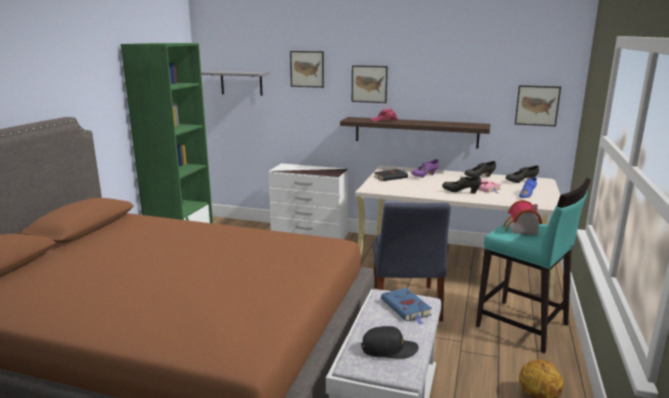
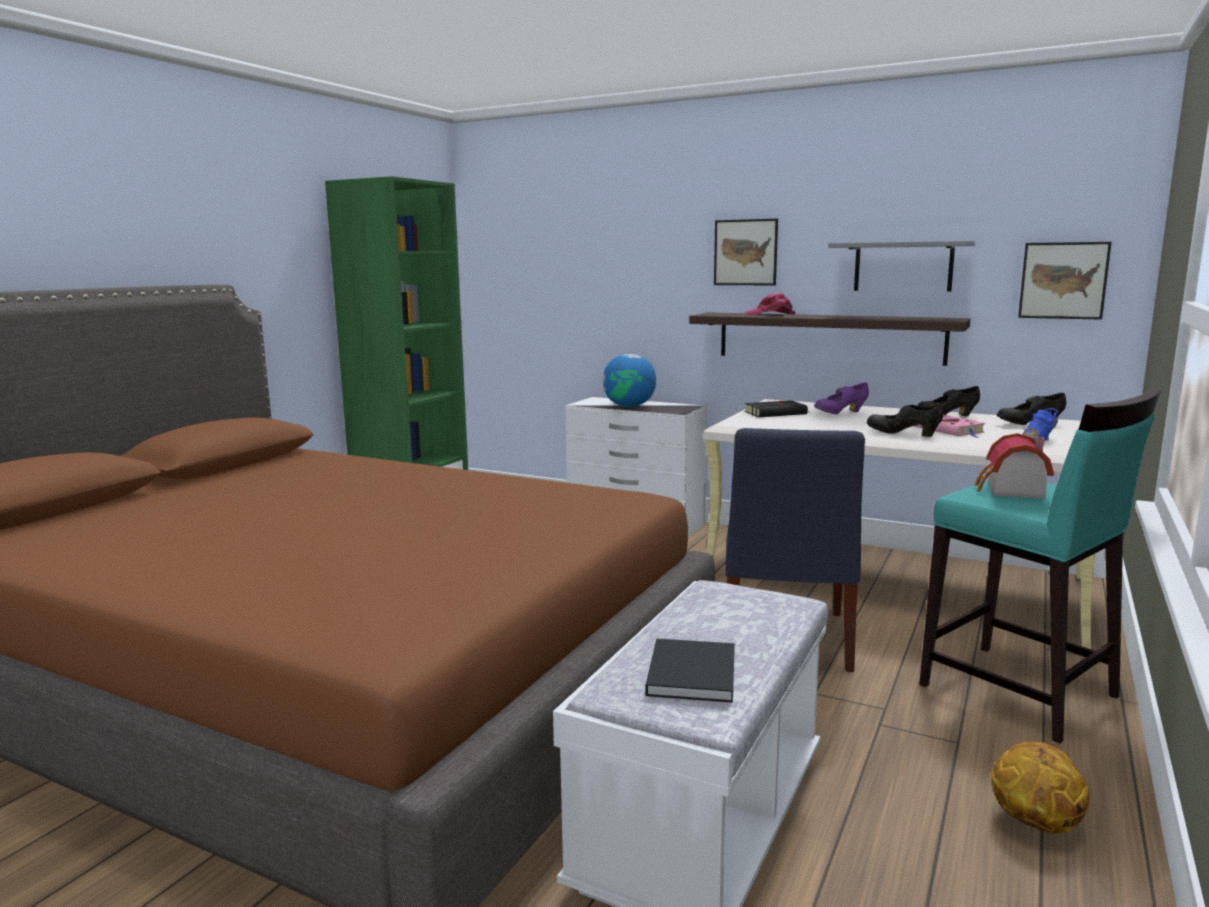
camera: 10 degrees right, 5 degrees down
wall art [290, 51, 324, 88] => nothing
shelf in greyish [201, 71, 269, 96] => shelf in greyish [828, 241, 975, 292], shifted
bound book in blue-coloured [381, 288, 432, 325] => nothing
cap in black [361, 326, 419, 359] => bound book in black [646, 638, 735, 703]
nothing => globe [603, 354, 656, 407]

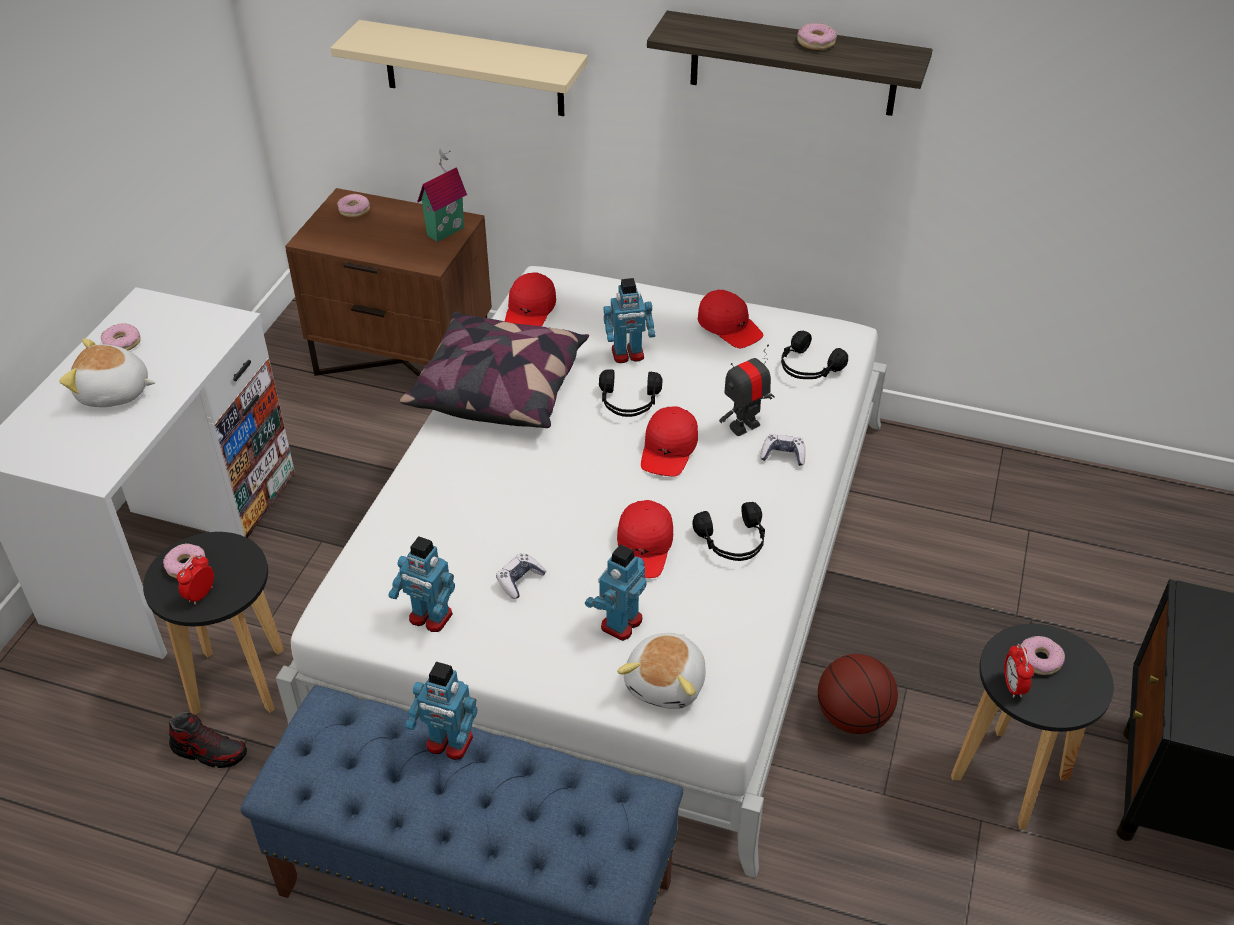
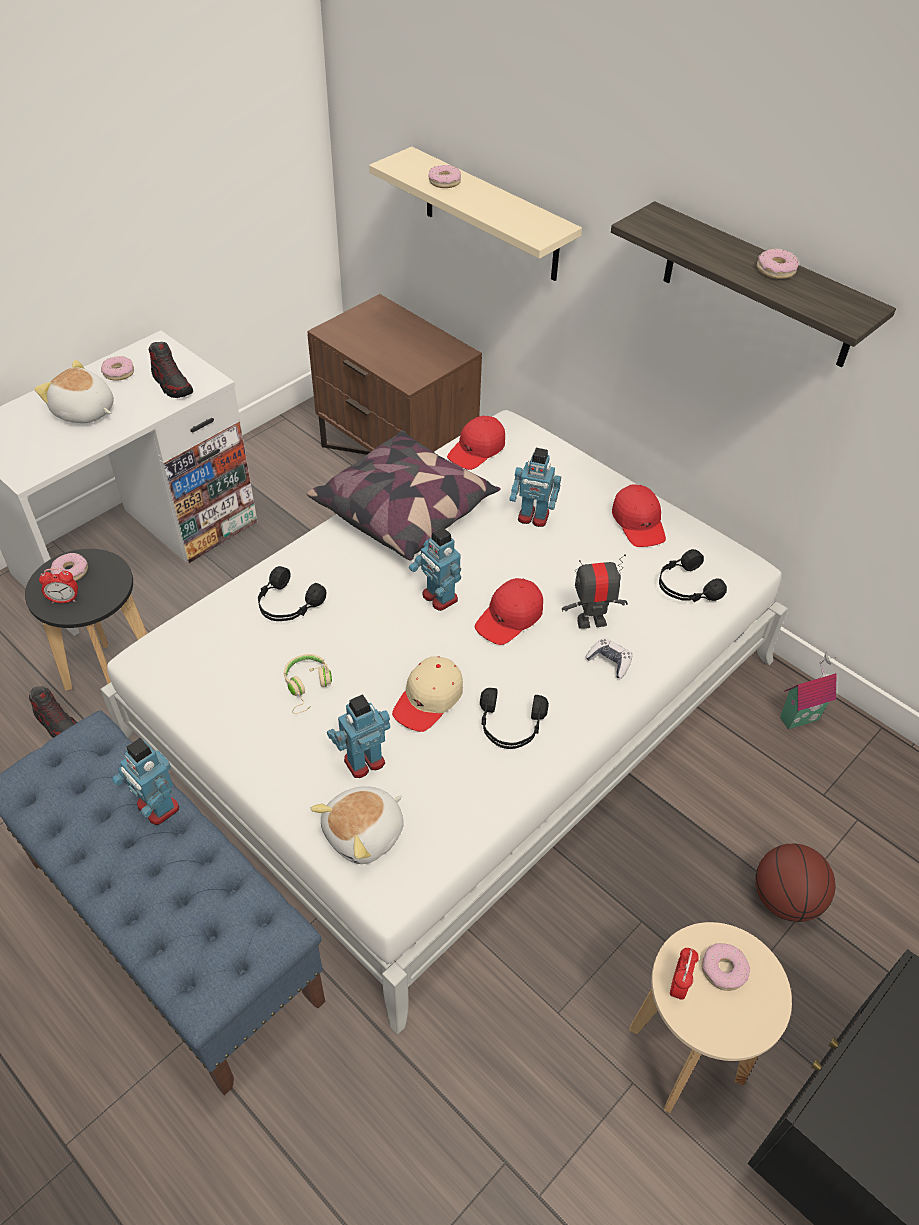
camera: 25 degrees right, 5 degrees up
model house [417, 150, 467, 242] => model house [780, 652, 837, 730], shifted
donut [337, 194, 370, 217] => donut [429, 165, 461, 188], shifted
headphones in black [599, 369, 662, 417] => headphones in black [258, 566, 327, 621], shifted
cap in red-coloured [617, 500, 673, 578] => cap in beige [392, 656, 463, 732]
robot figure [389, 536, 455, 632] => robot figure [409, 527, 461, 611], shifted
joypad [496, 553, 546, 599] => headphones in beige [284, 654, 332, 714]
alarm clock [177, 554, 214, 605] => alarm clock [39, 568, 78, 603], 150 degrees counterclockwise
stool in black [951, 624, 1114, 829] => stool in beige [629, 922, 792, 1113]
ball for basketball [818, 654, 898, 734] => ball for basketball [755, 844, 836, 922], shifted
nothing => low shoe [149, 342, 193, 398]

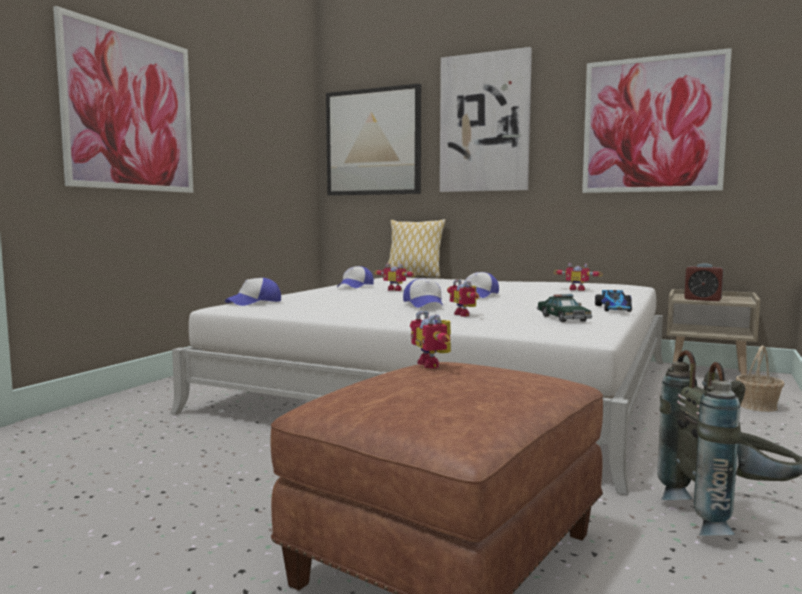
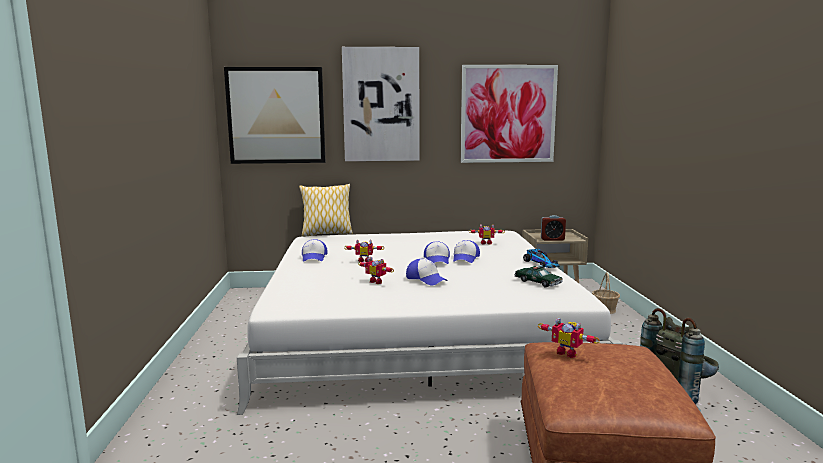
camera: 30 degrees left, 5 degrees up
wall art [53, 6, 193, 193] => nothing
cap [225, 278, 281, 306] => cap [453, 240, 480, 263], shifted
robot figure [447, 279, 479, 316] => robot figure [359, 257, 394, 284], shifted

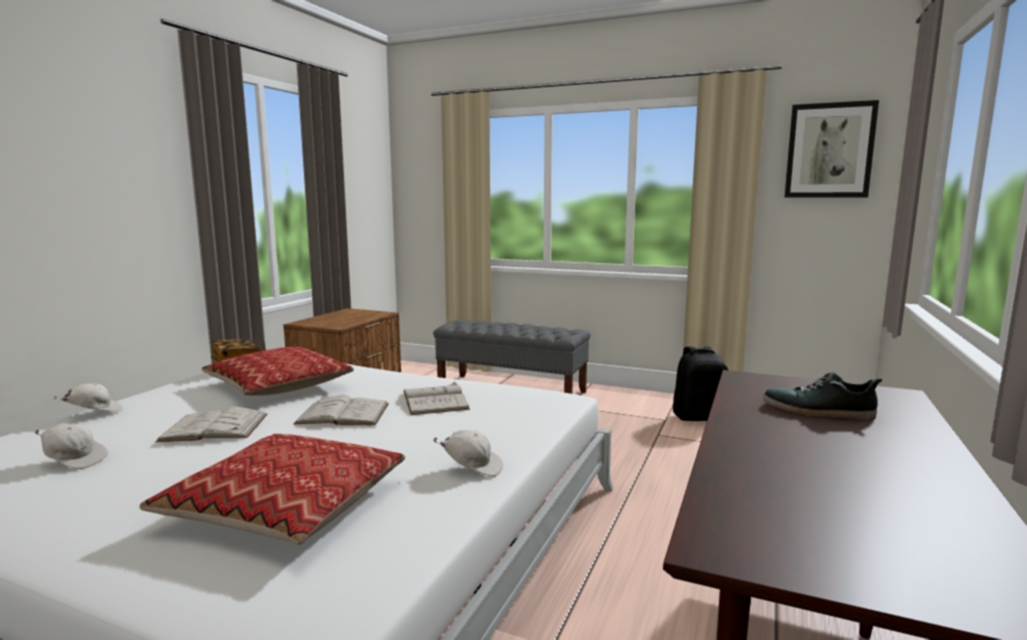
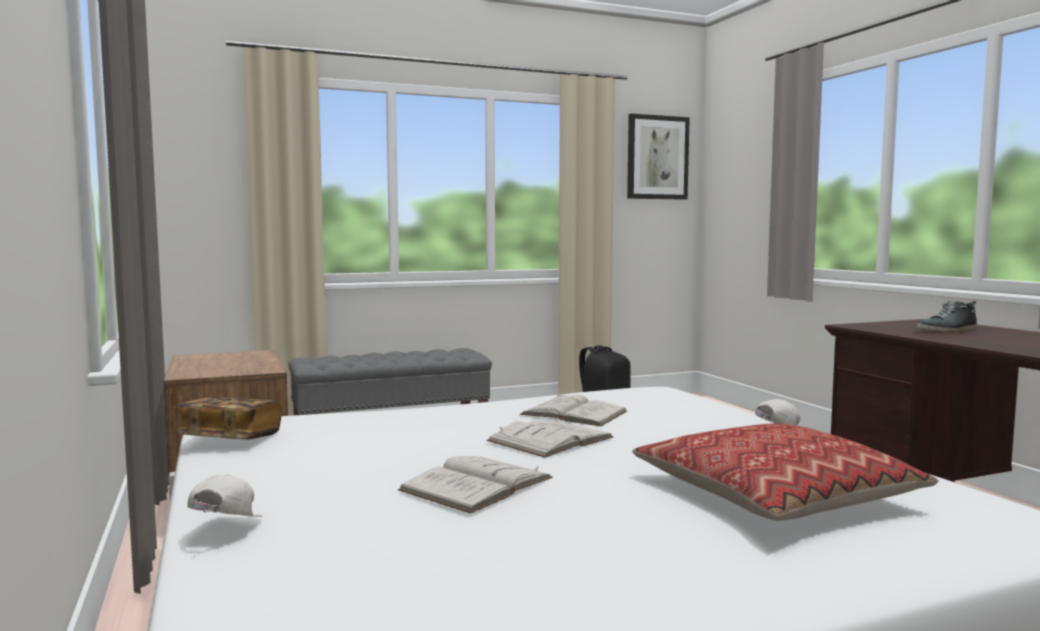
camera: 45 degrees left, 5 degrees down
pillow [202, 347, 354, 396] => nothing
cap in whitish [35, 423, 108, 469] => nothing

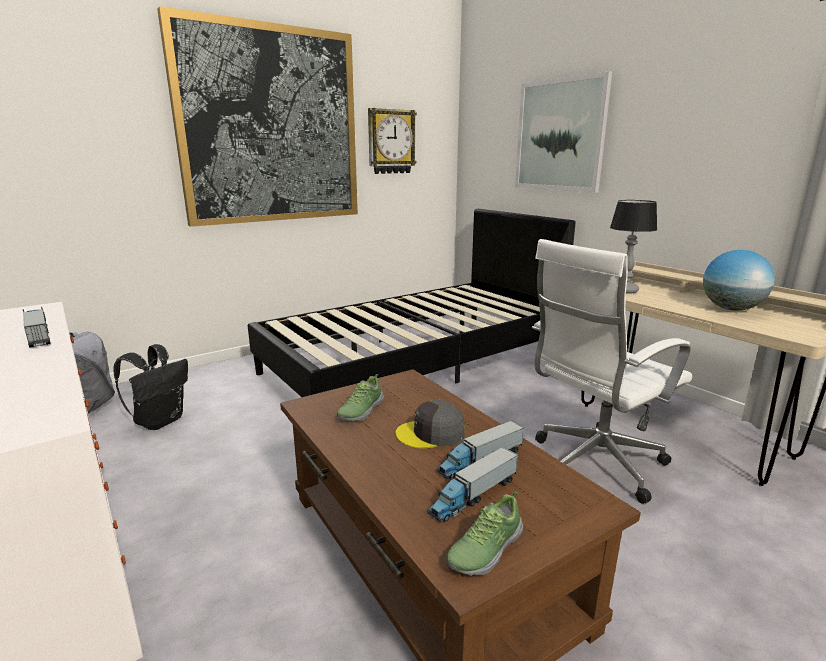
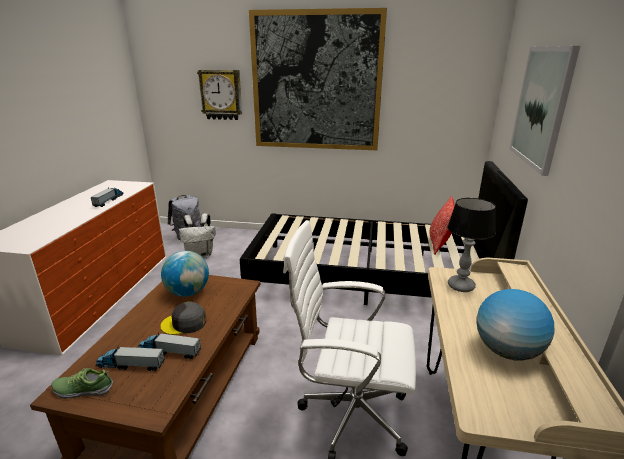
camera: 45 degrees right, 5 degrees up
hanging clock [368, 108, 417, 174] => hanging clock [197, 70, 242, 120], shifted
backpack in black [114, 344, 188, 430] => backpack in whitish [179, 213, 215, 259]
low shoe [337, 374, 384, 421] => globe [161, 251, 209, 297]
cap in greyish [395, 400, 465, 448] => cap in greyish [160, 302, 206, 335], 45 degrees counterclockwise
nothing => pillow [430, 196, 455, 255]

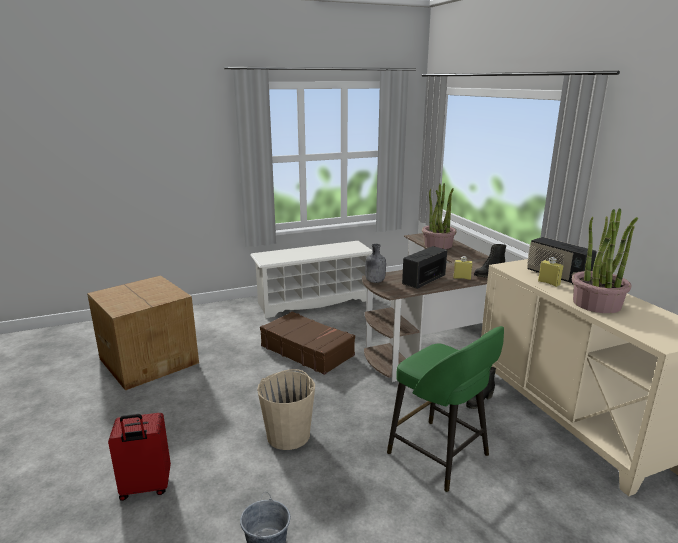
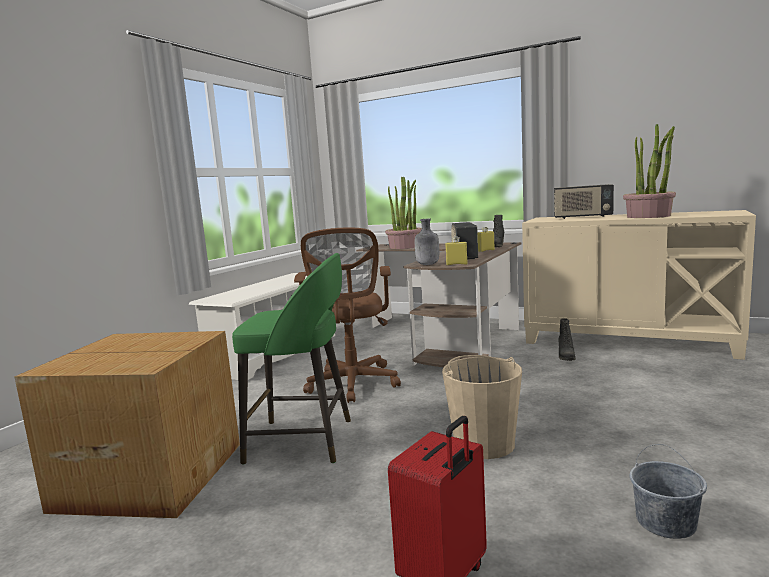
camera: 40 degrees left, 10 degrees down
drink bottle in yellow-coloured [538, 257, 563, 287] => drink bottle in yellow-coloured [445, 236, 468, 265], shifted
suitcase in brown-coloured [260, 312, 355, 375] => office chair in brown-coloured [294, 227, 401, 403]
stool in green-coloured [387, 326, 504, 492] => stool in green-coloured [232, 253, 351, 464], shifted

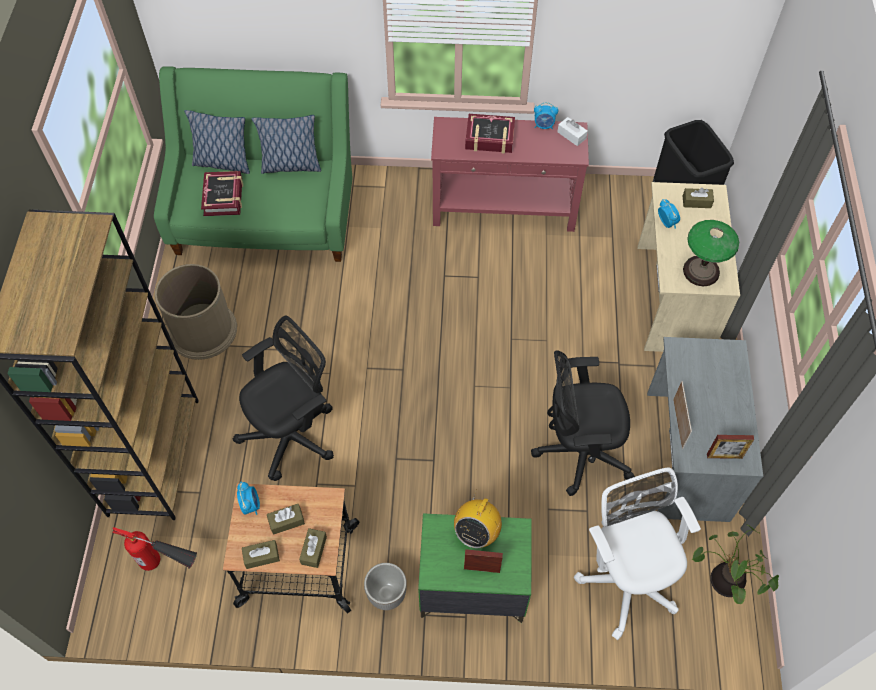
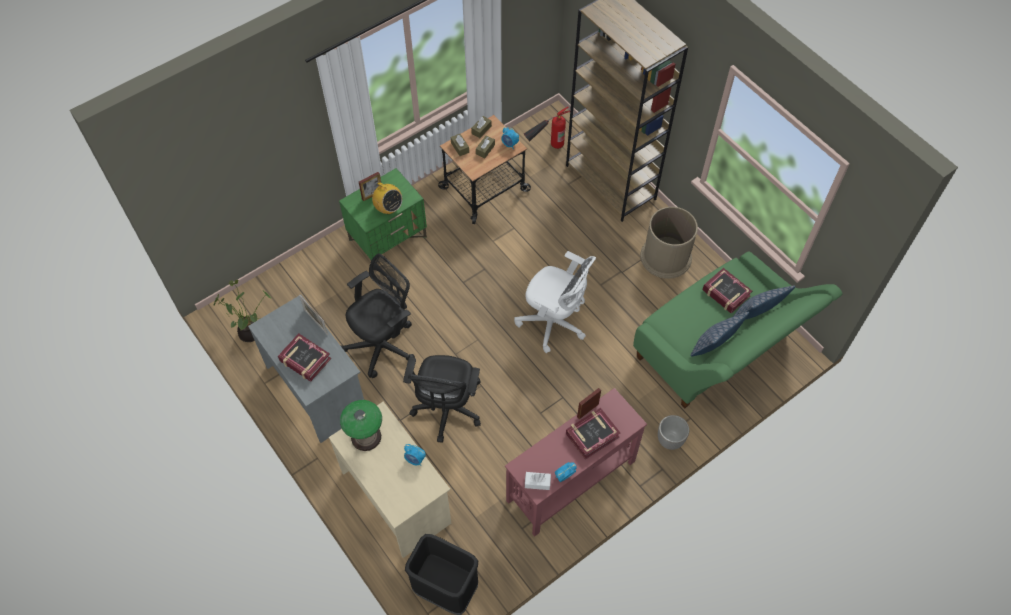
camera: 140 degrees right, 0 degrees up
tissue box in brown-coloured [683, 188, 714, 208] => nothing
office chair in black [233, 316, 334, 481] => office chair in black [403, 355, 481, 443], shifted
standing frame [707, 435, 754, 459] => standing frame [577, 388, 601, 419], shifted
office chair in whitish [574, 468, 701, 640] => office chair in whitish [514, 251, 596, 353], shifted
radio receiver [454, 492, 502, 548] => radio receiver [369, 182, 402, 214], 150 degrees clockwise
plant pot [364, 563, 407, 610] => plant pot [658, 415, 689, 450], shifted
nothing => bound book [278, 334, 331, 382]

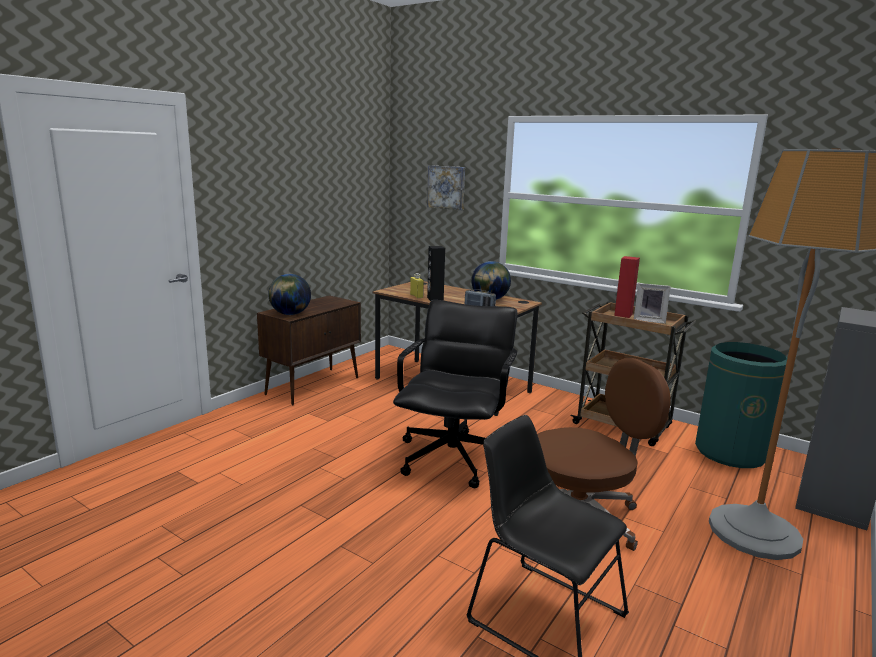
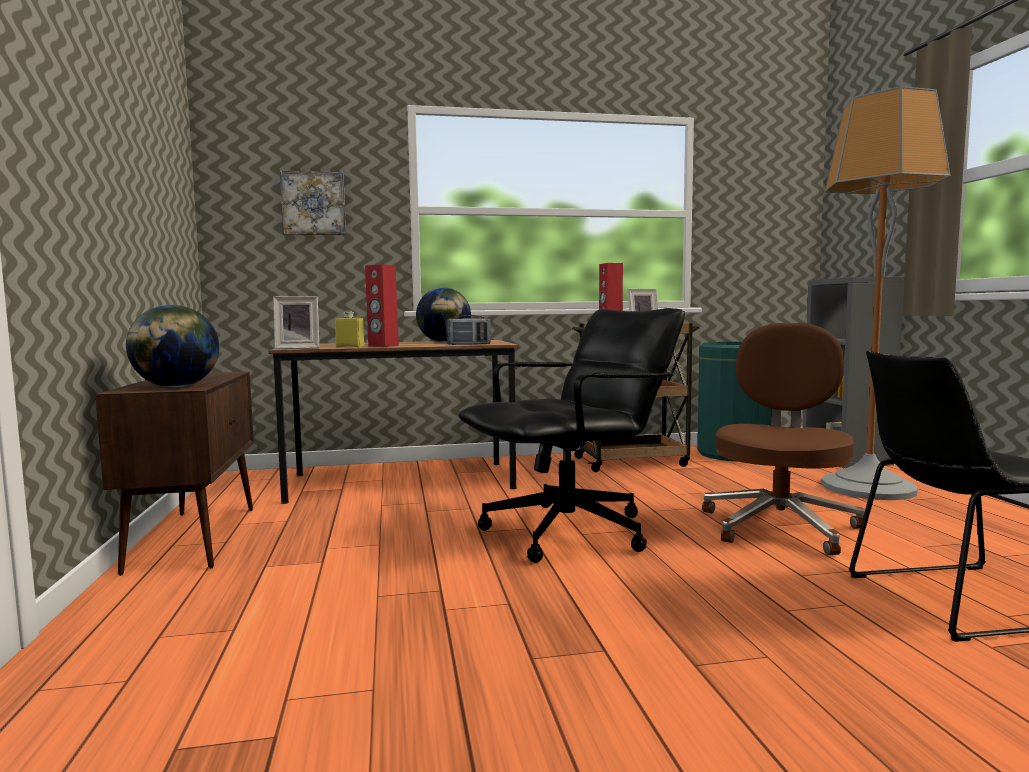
camera: 45 degrees left, 10 degrees down
loudspeaker in black [427, 246, 445, 301] => loudspeaker in red-coloured [365, 264, 399, 347]
office chair in black [393, 300, 517, 488] => office chair in black [459, 308, 685, 563], 90 degrees clockwise
nothing => standing frame [273, 296, 319, 349]

